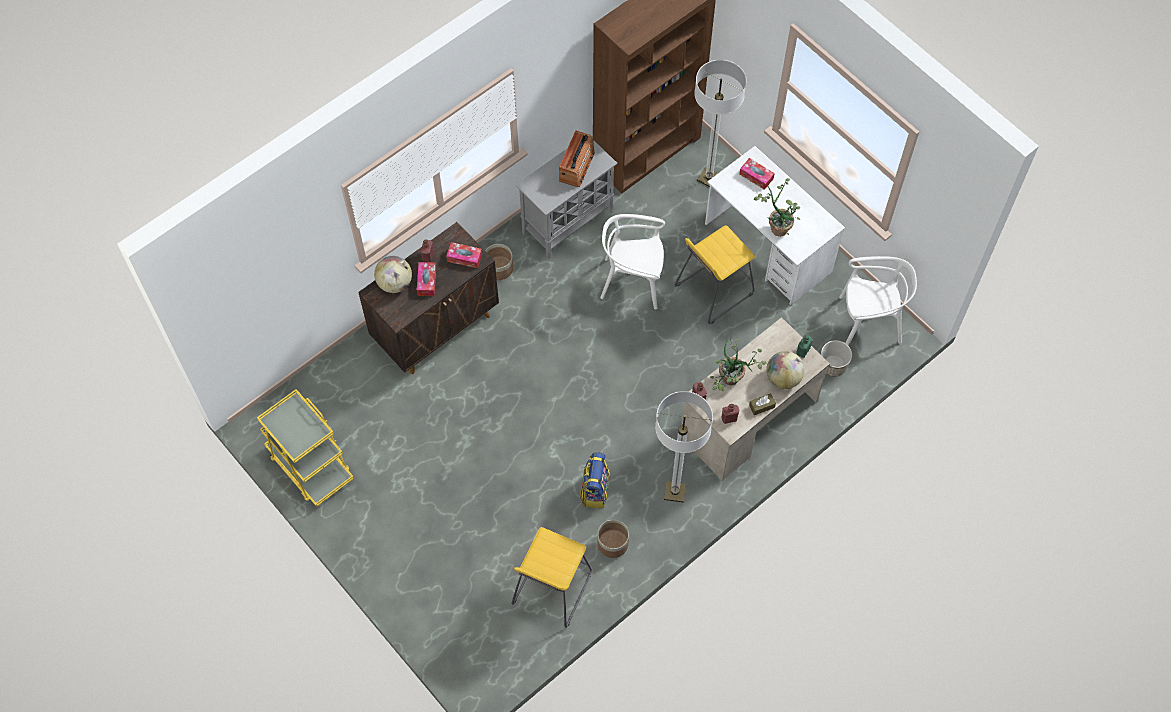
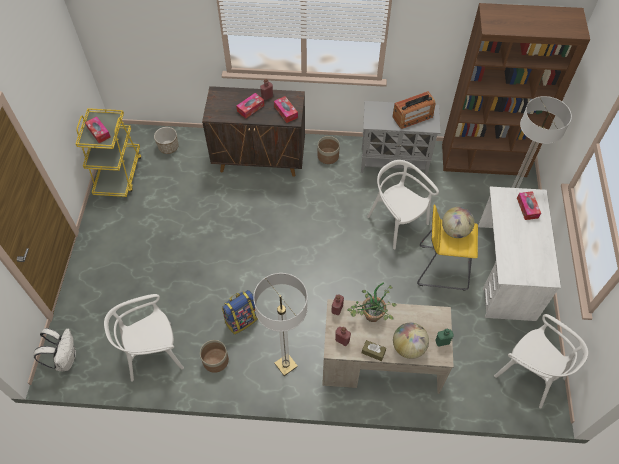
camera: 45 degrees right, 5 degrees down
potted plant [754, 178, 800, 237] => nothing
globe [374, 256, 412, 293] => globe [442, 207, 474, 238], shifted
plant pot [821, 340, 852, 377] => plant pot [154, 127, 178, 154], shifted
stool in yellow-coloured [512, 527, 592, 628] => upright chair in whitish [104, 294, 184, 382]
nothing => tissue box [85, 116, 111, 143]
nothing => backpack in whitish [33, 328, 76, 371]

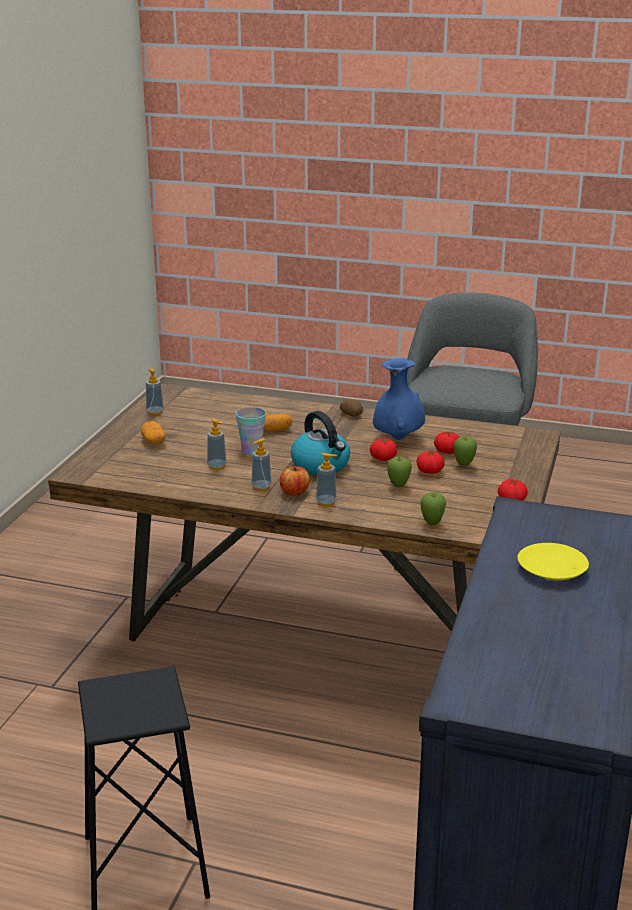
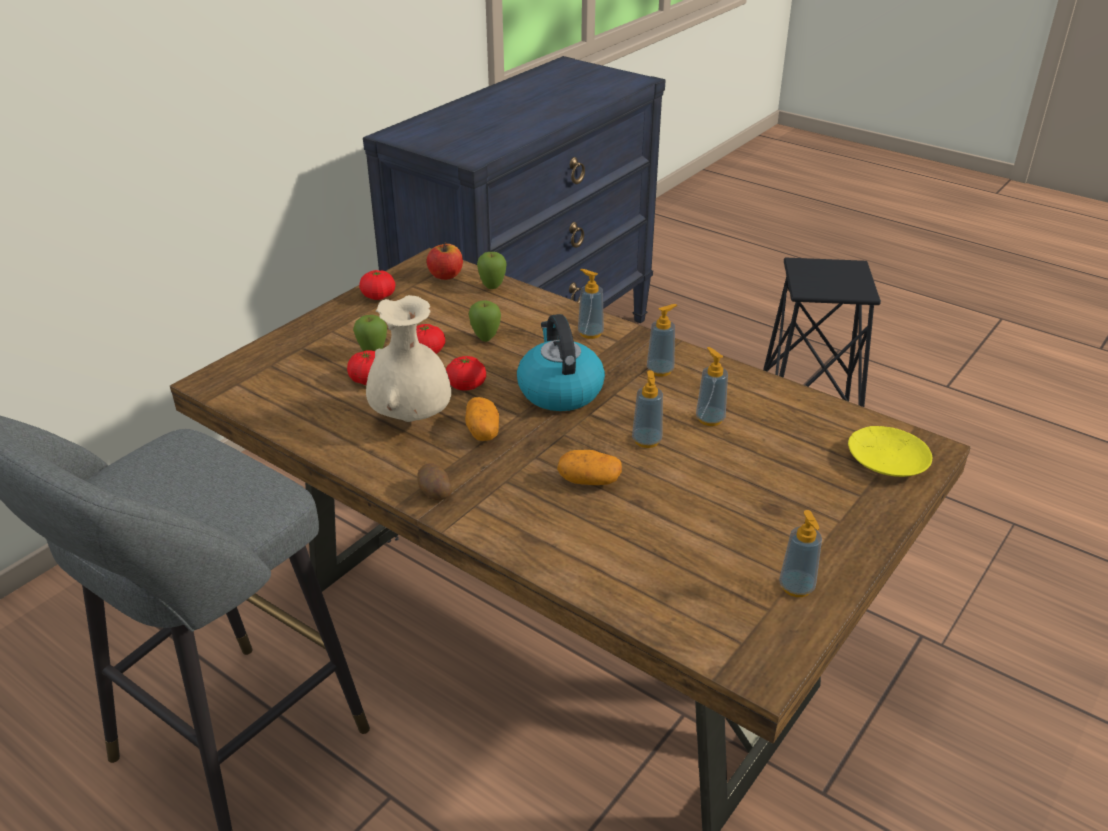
camera: 160 degrees left, 10 degrees up
vase in blue-coloured [373, 358, 425, 440] => vase in beige [366, 295, 451, 422]
cup [236, 407, 266, 455] => soap dispenser [632, 370, 663, 448]
potato [141, 421, 166, 444] => potato [465, 397, 499, 441], shifted
apple fruit [280, 466, 310, 496] => apple fruit [427, 242, 463, 280], shifted
dinner plate in yellow-coloured [518, 543, 589, 581] => dinner plate in yellow-coloured [848, 426, 932, 477], shifted

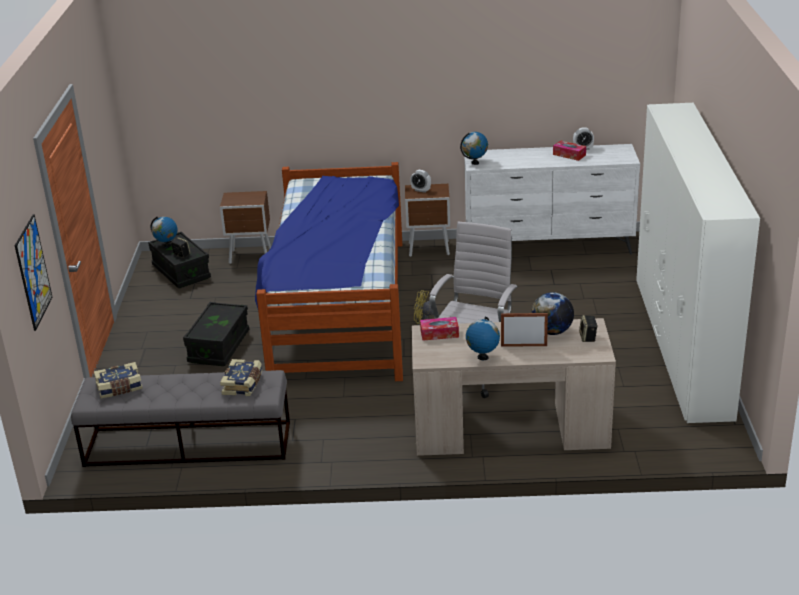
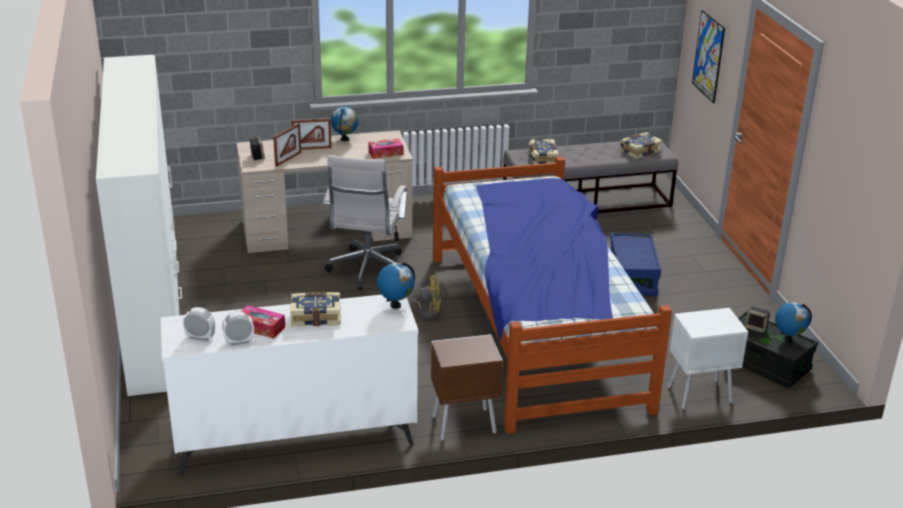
camera: 165 degrees right, 0 degrees up
alarm clock [410, 170, 431, 193] => alarm clock [183, 307, 215, 341], shifted
night table in brown-coloured [220, 191, 271, 264] => night table in whitish [668, 308, 748, 409]
globe [531, 292, 574, 335] => standing frame [273, 123, 301, 167]
storage bin in black [183, 302, 249, 366] => storage bin in blue-coloured [610, 233, 661, 296]
nothing => bound book [290, 292, 341, 326]

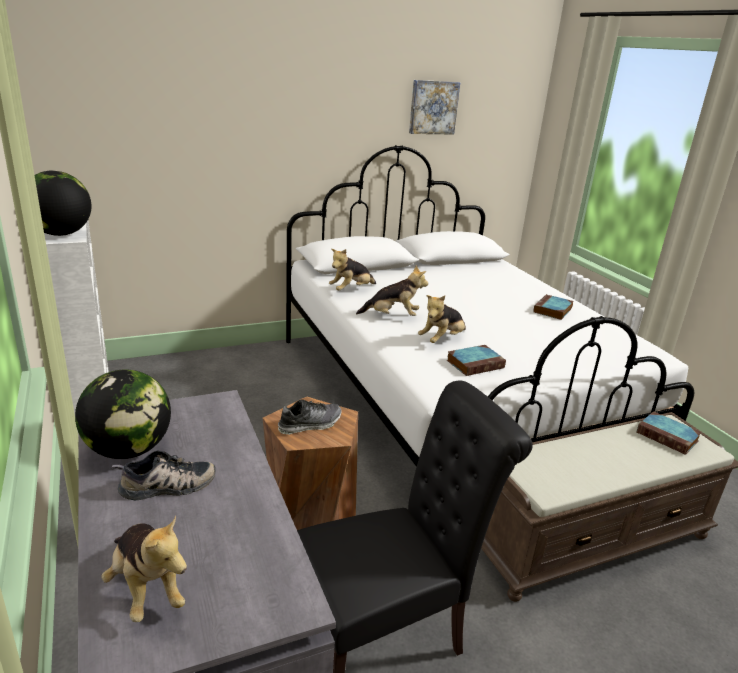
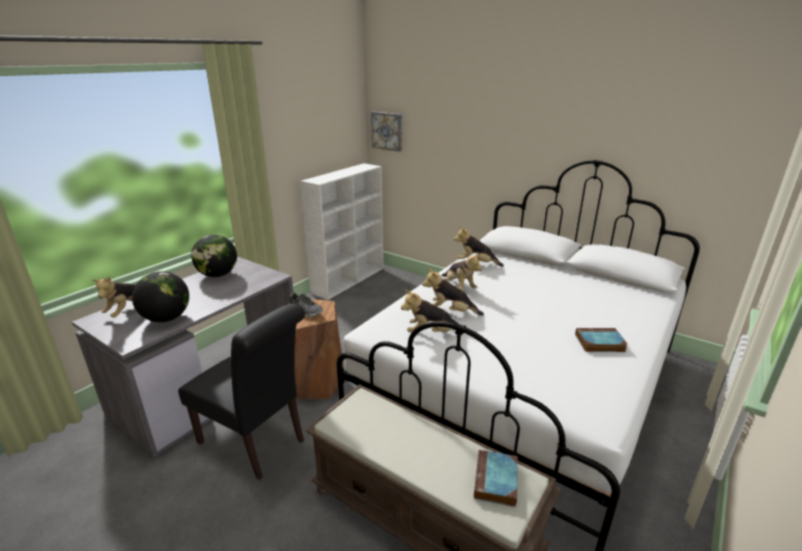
camera: 60 degrees right, 0 degrees up
wall art [409, 80, 460, 135] => wall art [371, 112, 402, 152], shifted
globe [34, 170, 91, 236] => globe [132, 271, 189, 322], shifted
bound book [447, 345, 506, 376] => soft toy [401, 290, 457, 332]
low shoe [111, 450, 216, 500] => nothing

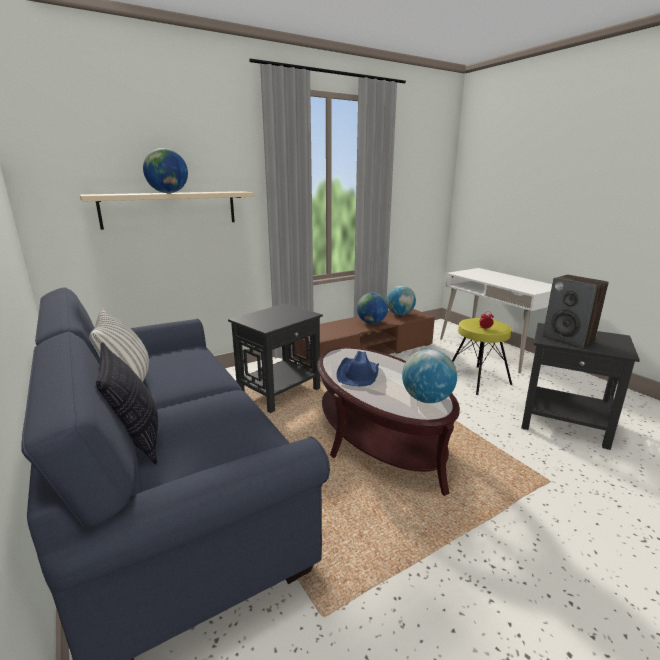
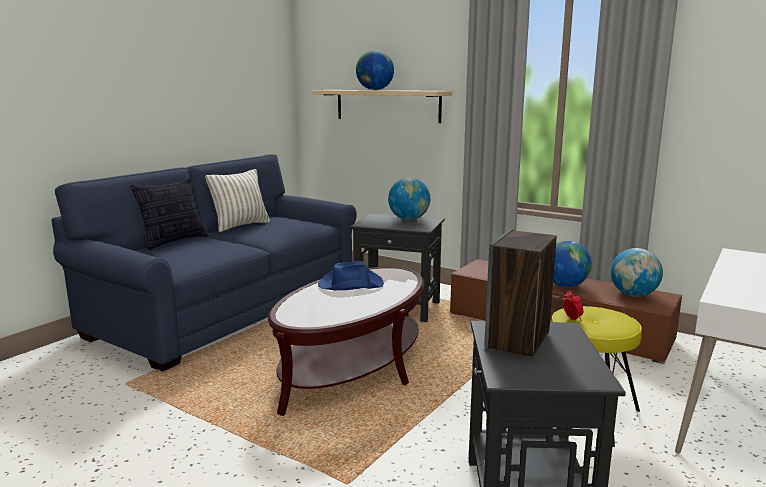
camera: 65 degrees right, 5 degrees down
globe [402, 349, 457, 403] => globe [388, 178, 430, 220], shifted

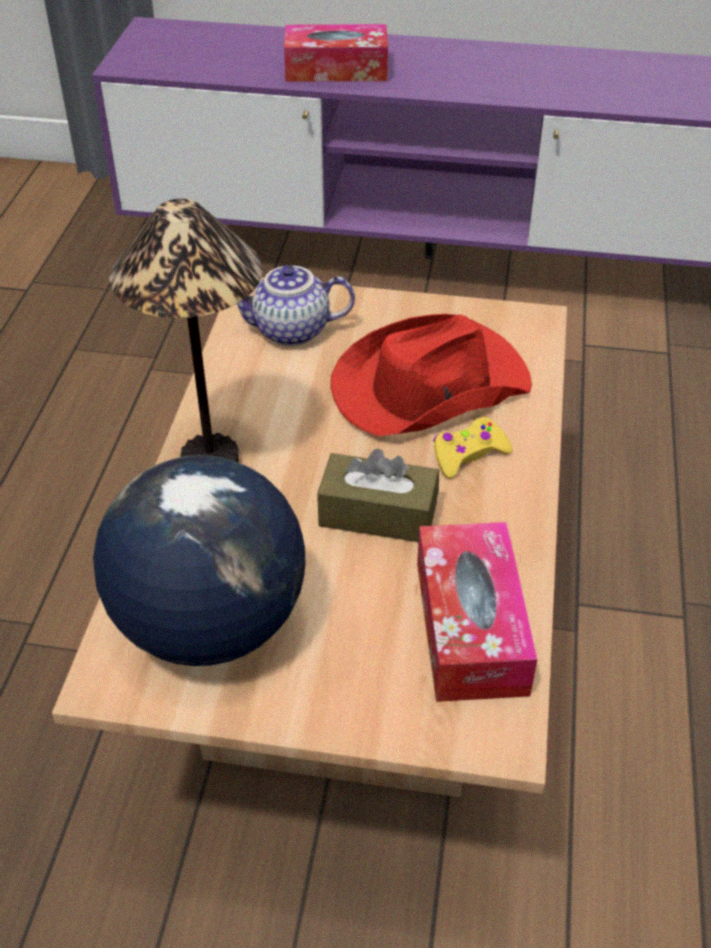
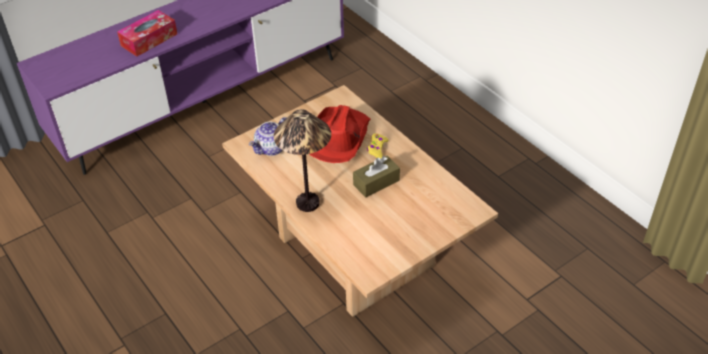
camera: 45 degrees left, 0 degrees up
globe [93, 455, 305, 666] => nothing
tissue box [417, 522, 537, 702] => nothing

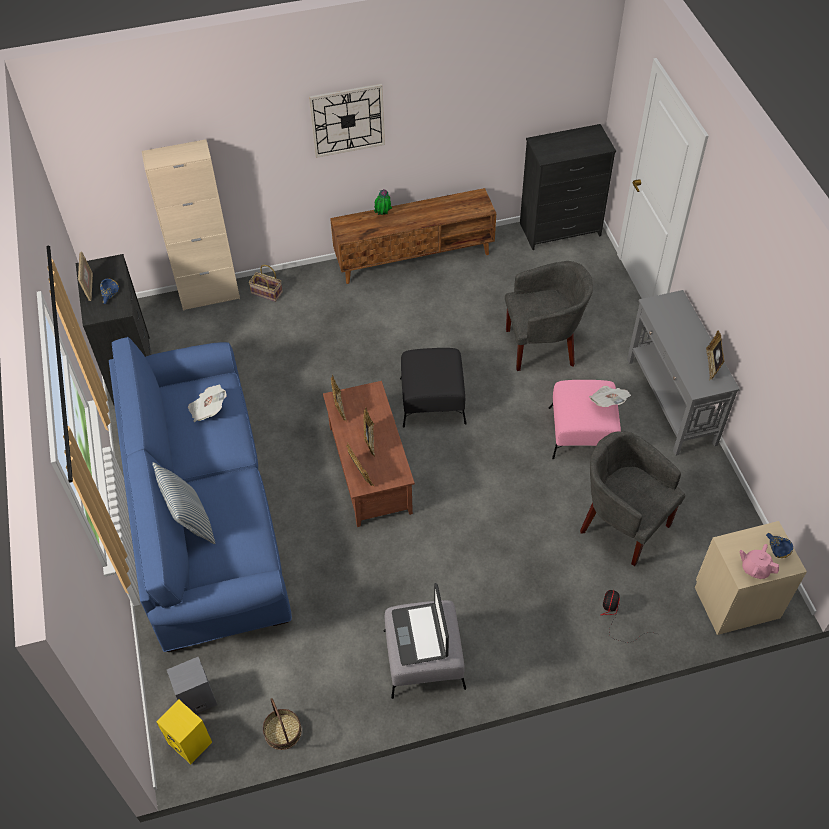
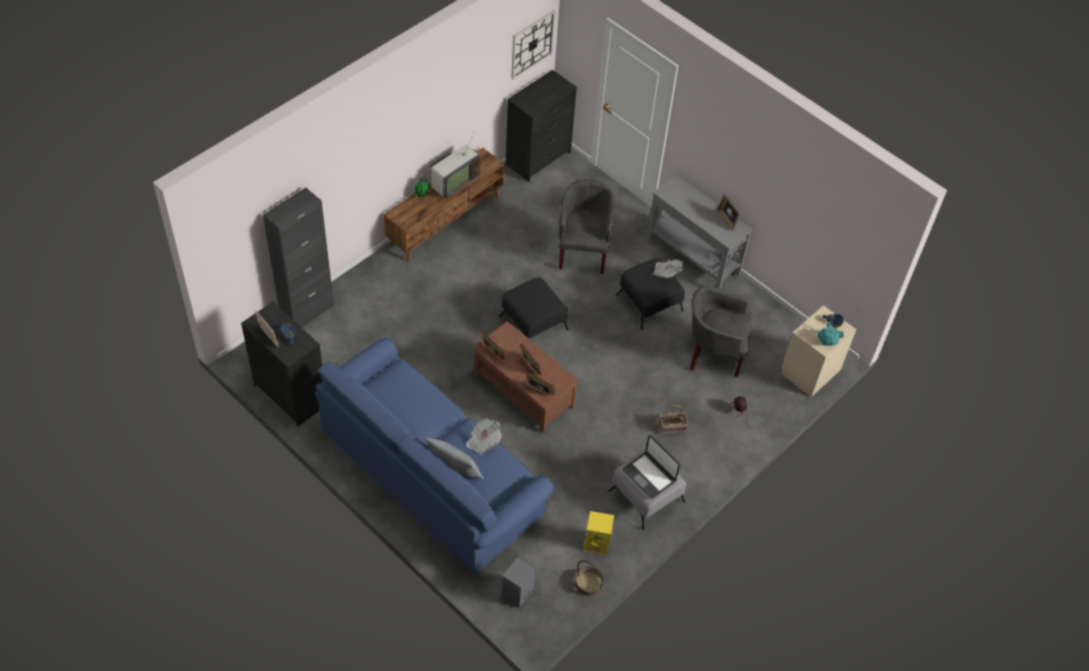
camera: 35 degrees left, 0 degrees up
hanging clock [309, 84, 385, 158] => hanging clock [511, 10, 555, 80], shifted
storage cabinet in beige [142, 139, 240, 311] => storage cabinet in black [263, 188, 334, 328]
easy chair in greyish [505, 261, 593, 371] => easy chair in greyish [559, 179, 615, 274], 45 degrees counterclockwise
storage basket [249, 265, 283, 302] => storage basket [658, 405, 688, 434], shifted
pouffe in pink [549, 380, 621, 459] => pouffe in black [616, 258, 685, 329]
printed paper [188, 385, 226, 422] => printed paper [466, 419, 502, 455], shifted
pot for tea in pink [740, 544, 779, 579] => pot for tea in turquoise-coloured [817, 322, 844, 346]
loudspeaker in yellow-coloured [157, 700, 212, 764] => loudspeaker in yellow-coloured [584, 511, 614, 555], shifted
nothing => television [430, 133, 480, 199]

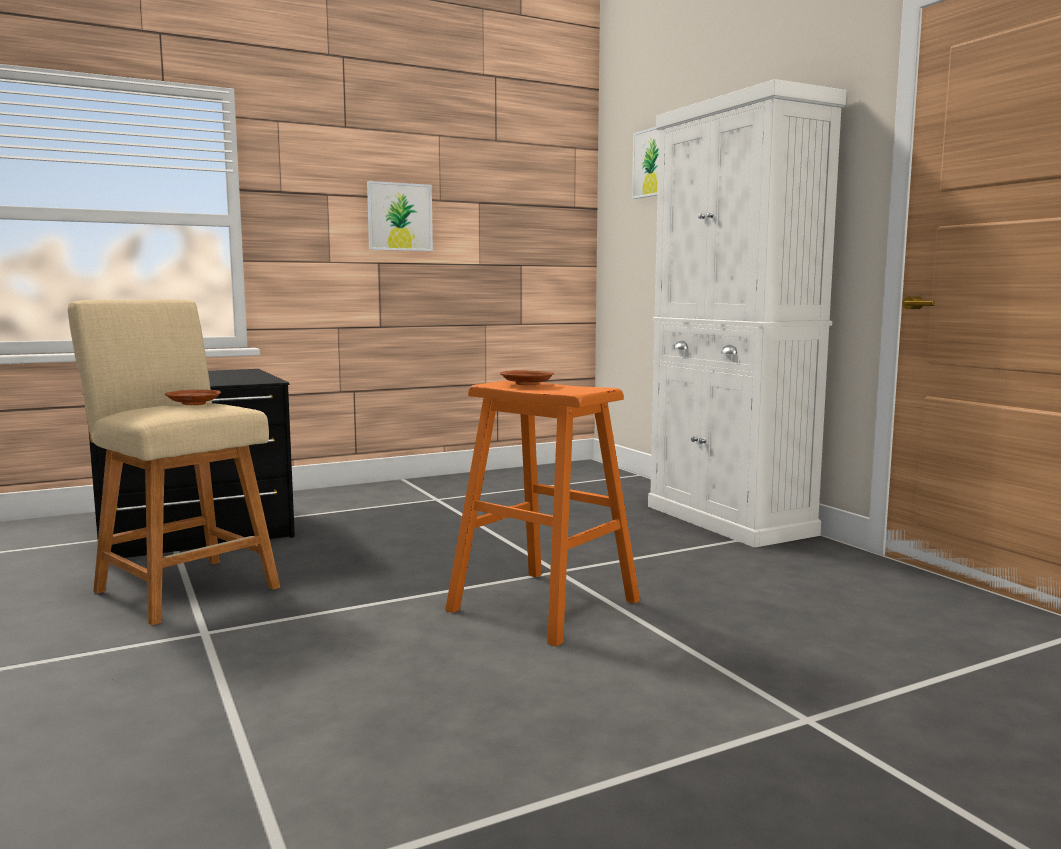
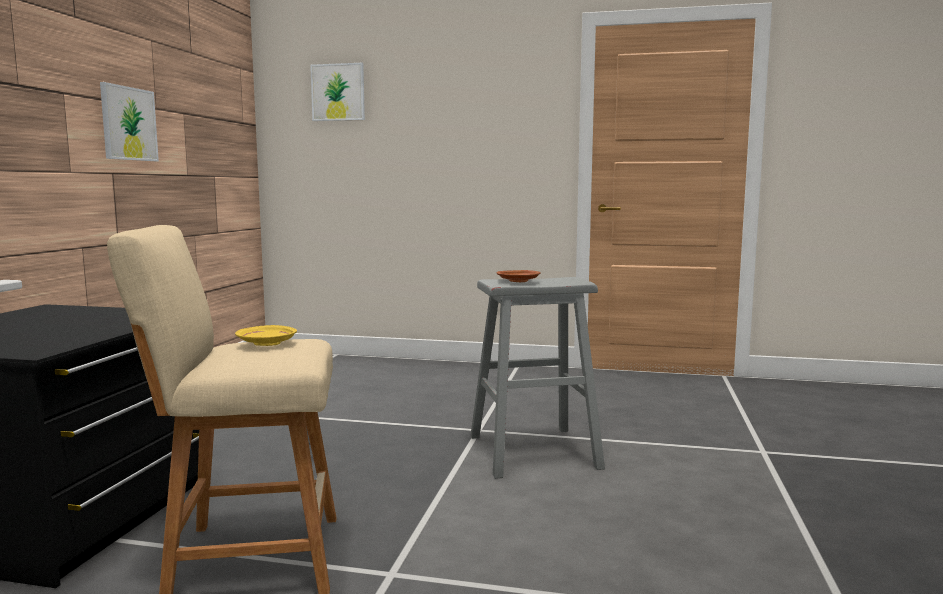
camera: 50 degrees left, 0 degrees up
storage cabinet in whitish [648, 79, 847, 548] => nothing
stool in orange-coloured [445, 380, 640, 647] => stool in greyish [470, 277, 605, 479]
dinner plate in brown-coloured [165, 390, 221, 405] => dinner plate in yellow-coloured [235, 325, 297, 346]

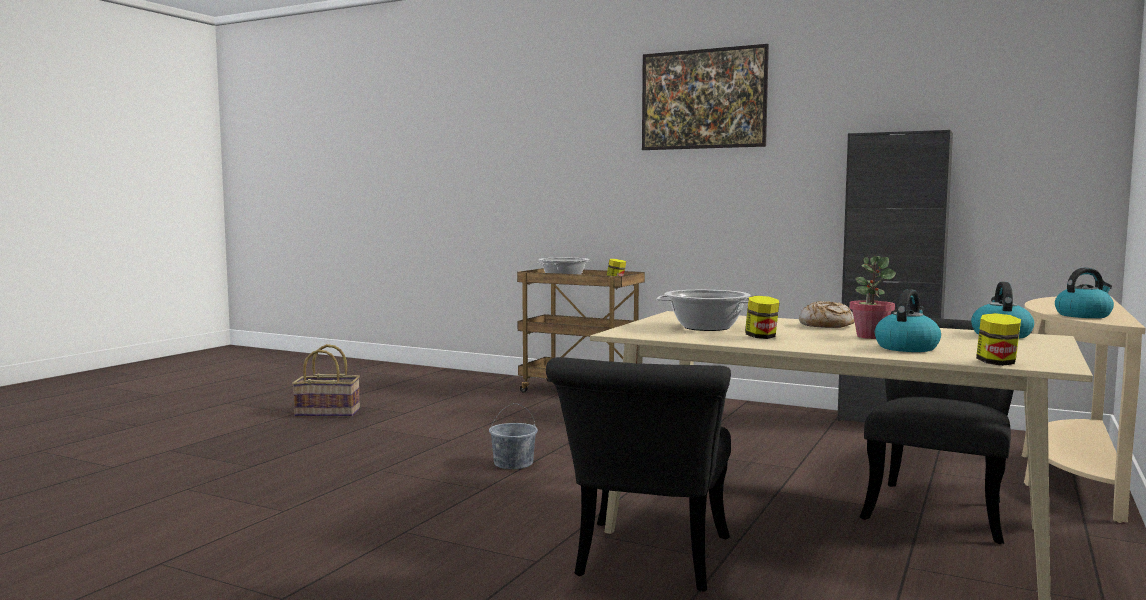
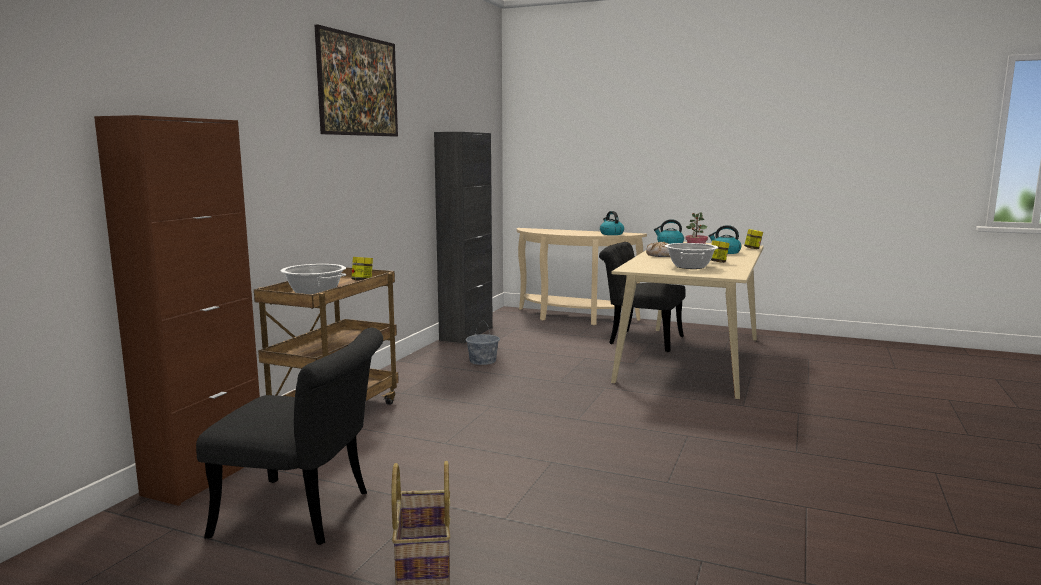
camera: 95 degrees left, 5 degrees up
upright chair in black [546, 357, 731, 592] => upright chair in black [196, 328, 383, 545], shifted
pail in greyish [489, 403, 538, 469] => pail in greyish [466, 321, 500, 365], shifted
nothing => storage cabinet in brown-coloured [94, 115, 260, 506]

